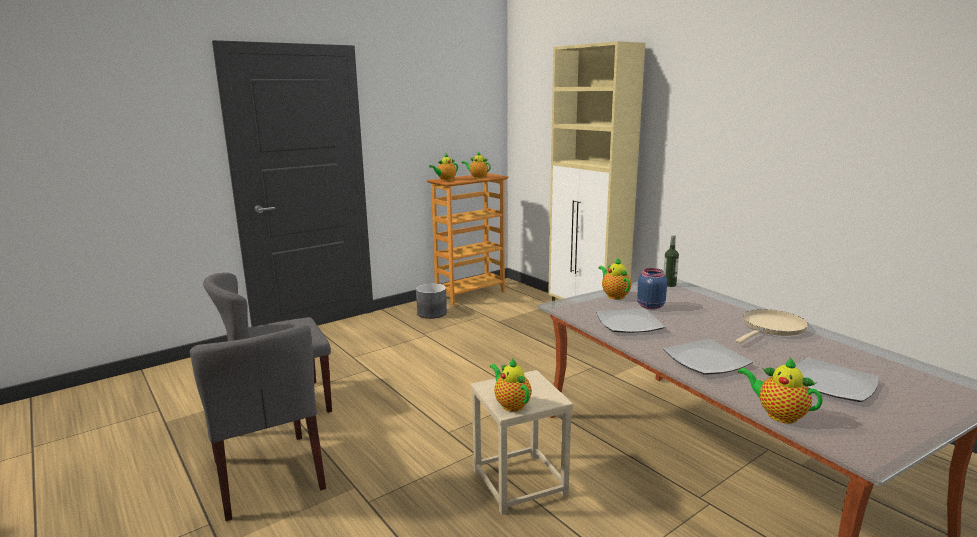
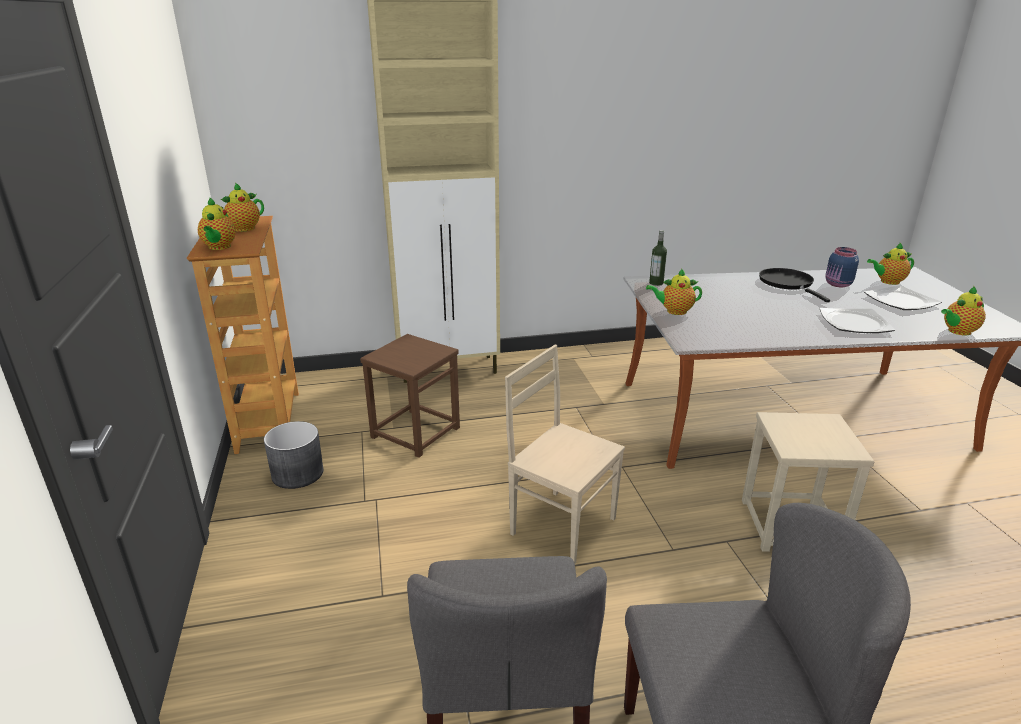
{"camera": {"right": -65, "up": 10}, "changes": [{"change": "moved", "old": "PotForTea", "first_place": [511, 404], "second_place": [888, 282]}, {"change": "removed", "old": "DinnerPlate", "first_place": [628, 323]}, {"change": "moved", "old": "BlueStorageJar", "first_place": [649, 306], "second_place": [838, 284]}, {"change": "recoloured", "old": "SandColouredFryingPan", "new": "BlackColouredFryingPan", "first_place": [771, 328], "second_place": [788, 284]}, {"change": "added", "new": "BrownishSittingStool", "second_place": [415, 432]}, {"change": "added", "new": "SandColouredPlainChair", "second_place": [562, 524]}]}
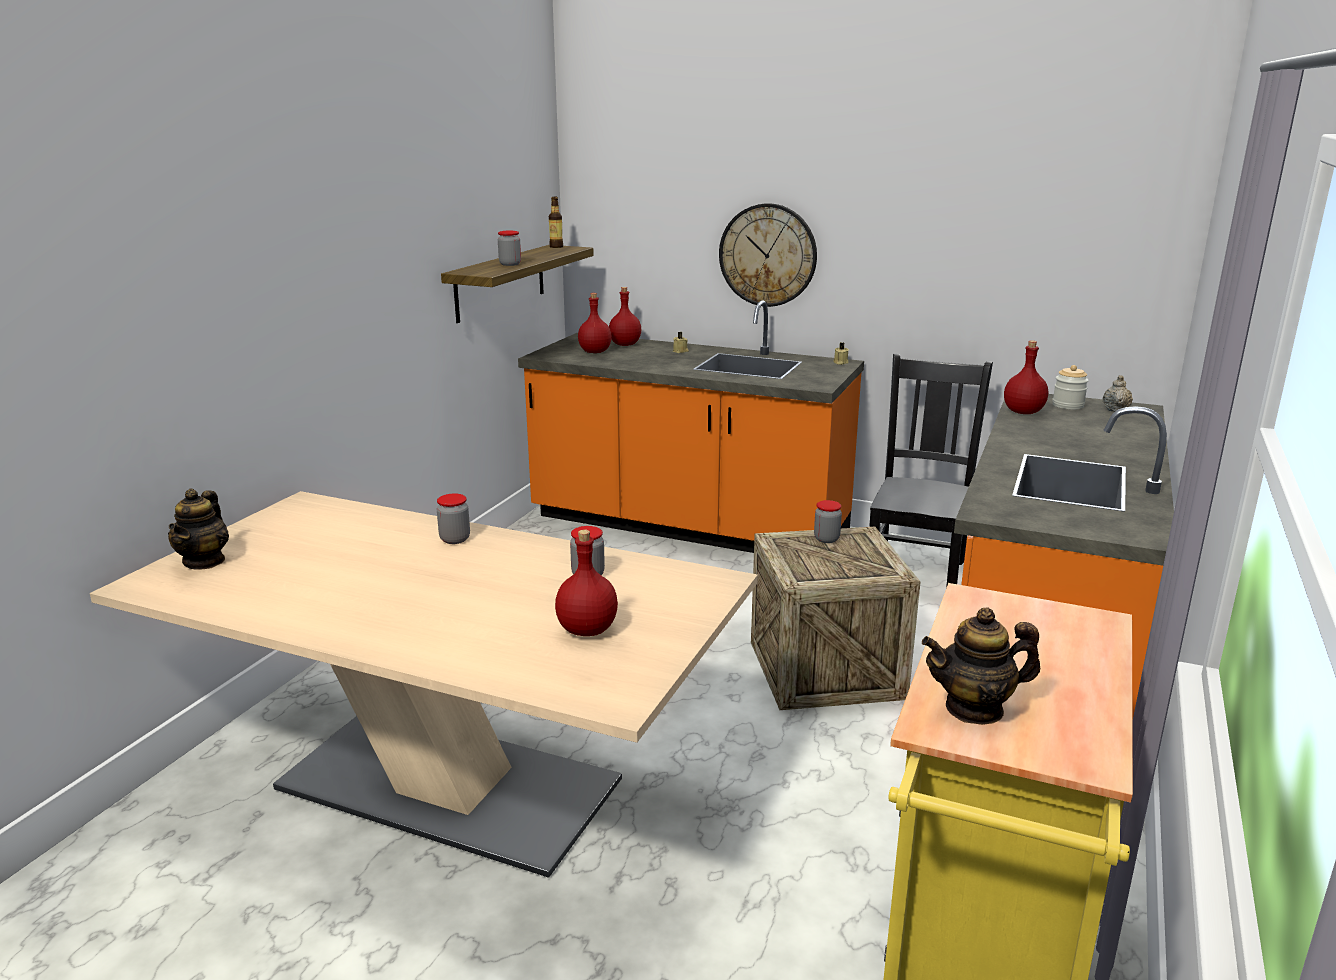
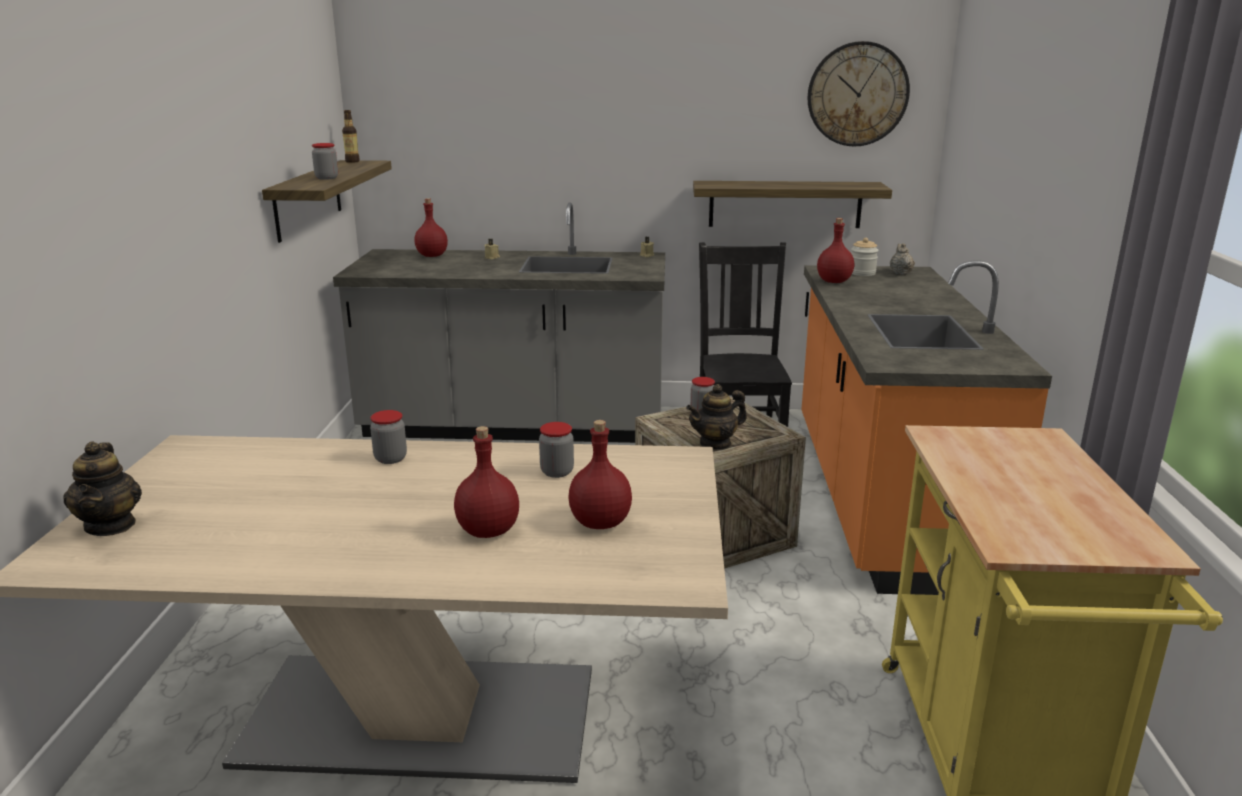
{"camera": {"right": -20, "up": 0}, "changes": [{"change": "recoloured", "old": "OrangeKitchenCounter", "new": "GrayKitchenCounter", "first_place": [689, 526], "second_place": [515, 426]}, {"change": "moved", "old": "RedBottle", "first_place": [595, 351], "second_place": [488, 530]}, {"change": "moved", "old": "WallClock", "first_place": [768, 255], "second_place": [857, 94]}, {"change": "moved", "old": "PotForTea", "first_place": [974, 708], "second_place": [715, 444]}, {"change": "added", "new": "WallShelf", "second_place": [785, 204]}]}
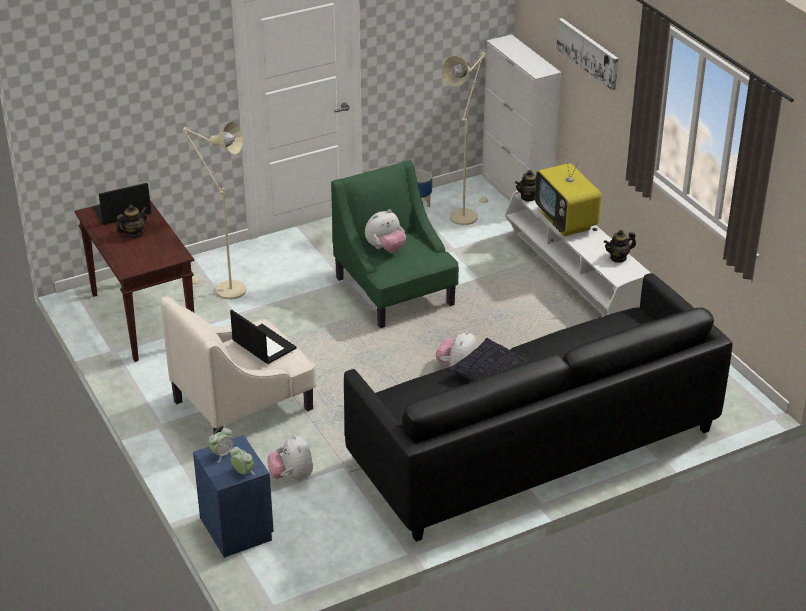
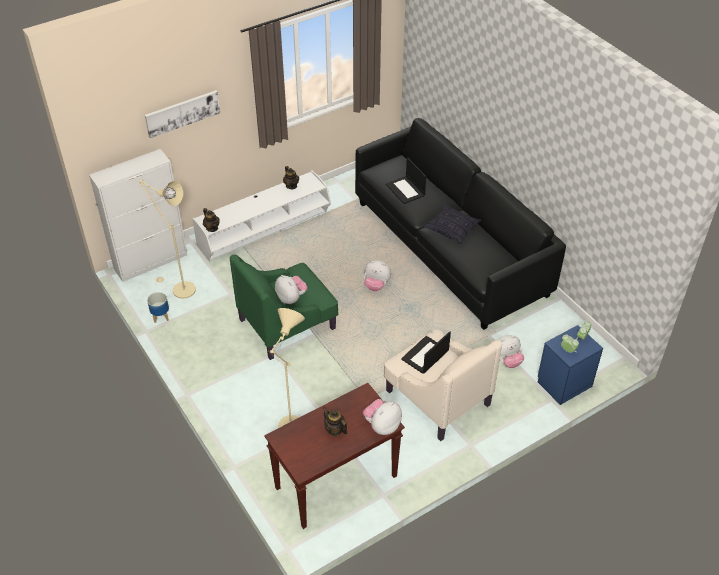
{"camera": {"right": -95, "up": 10}, "changes": [{"change": "moved", "old": "Laptop", "first_place": [121, 211], "second_place": [406, 190]}, {"change": "removed", "old": "TvSet", "first_place": [566, 222]}, {"change": "added", "new": "SoftToy", "second_place": [382, 426]}]}
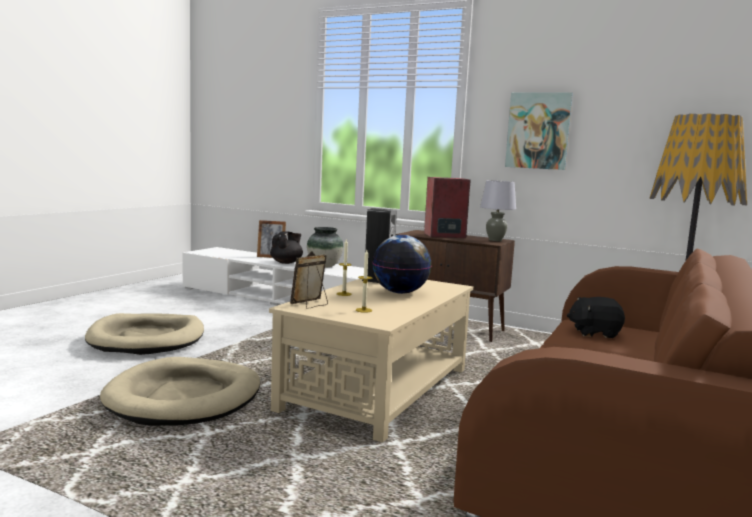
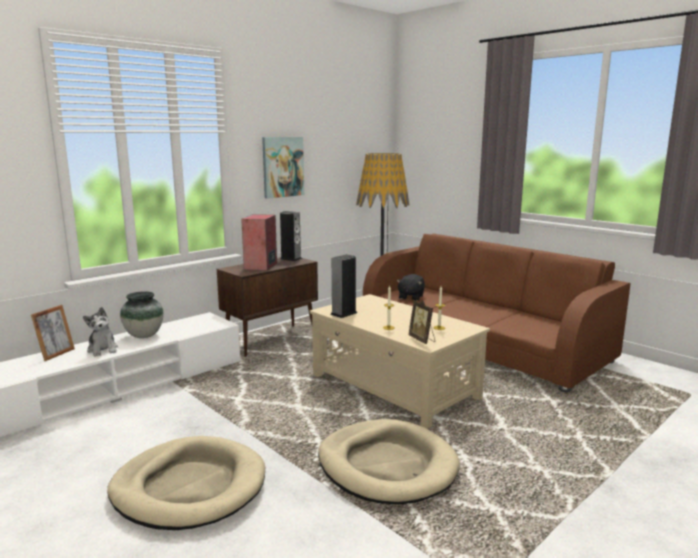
{"camera": {"right": -70, "up": 5}, "changes": [{"change": "replaced", "old": "BlackColouredPotForTea", "new": "SoftToy", "first_place": [286, 262], "second_place": [103, 349]}, {"change": "removed", "old": "DeskGlobe", "first_place": [400, 292]}, {"change": "replaced", "old": "GrayLampForATable", "new": "Loudspeaker", "first_place": [495, 240], "second_place": [291, 259]}]}
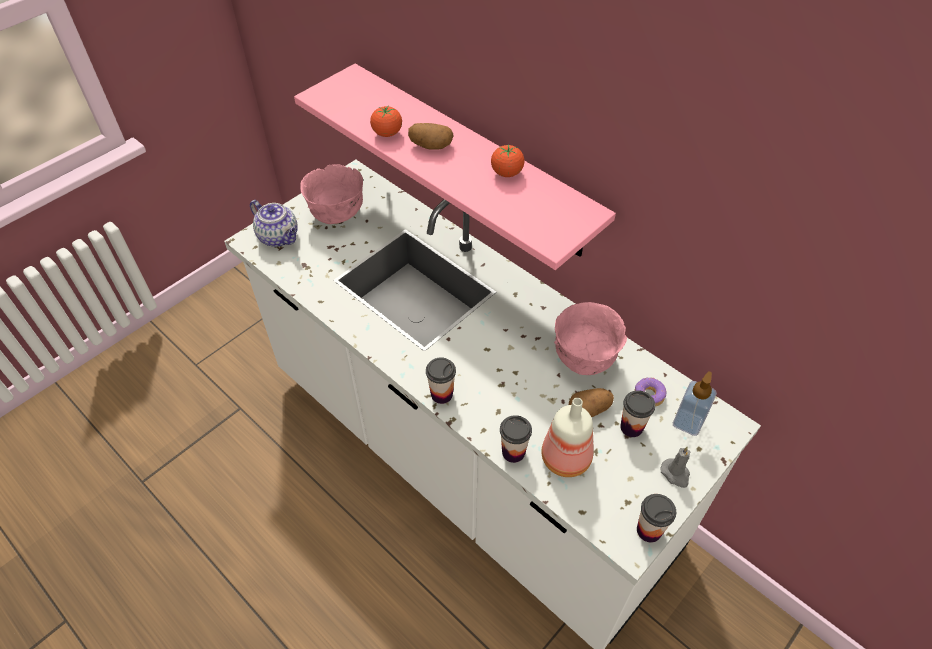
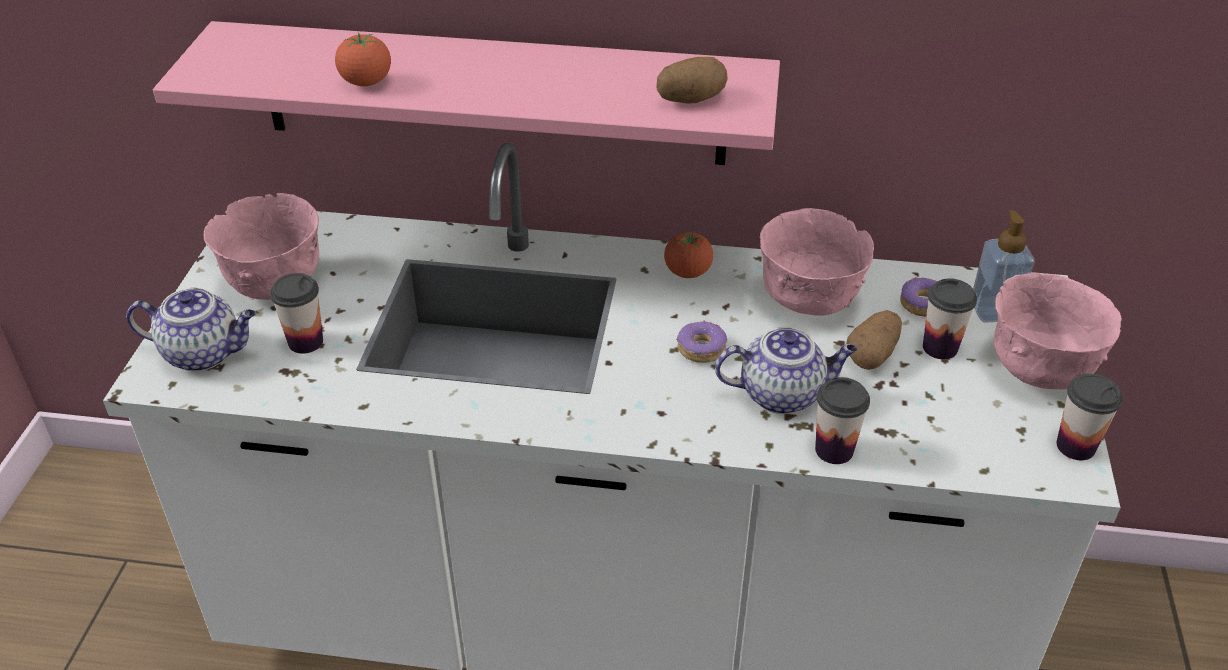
{"camera": {"right": -35, "up": -10}, "changes": [{"change": "moved", "old": "WholePotato", "first_place": [430, 146], "second_place": [691, 99]}, {"change": "moved", "old": "Cup", "first_place": [441, 394], "second_place": [305, 342]}, {"change": "moved", "old": "Tomato", "first_place": [507, 173], "second_place": [687, 272]}, {"change": "removed", "old": "Bottle", "first_place": [566, 457]}, {"change": "replaced", "old": "GrayWaxCandle", "new": "PinkColouredDeepDish", "first_place": [676, 474], "second_place": [1039, 371]}, {"change": "added", "new": "RingDoughnut", "second_place": [701, 349]}, {"change": "added", "new": "PotForTea", "second_place": [782, 394]}]}
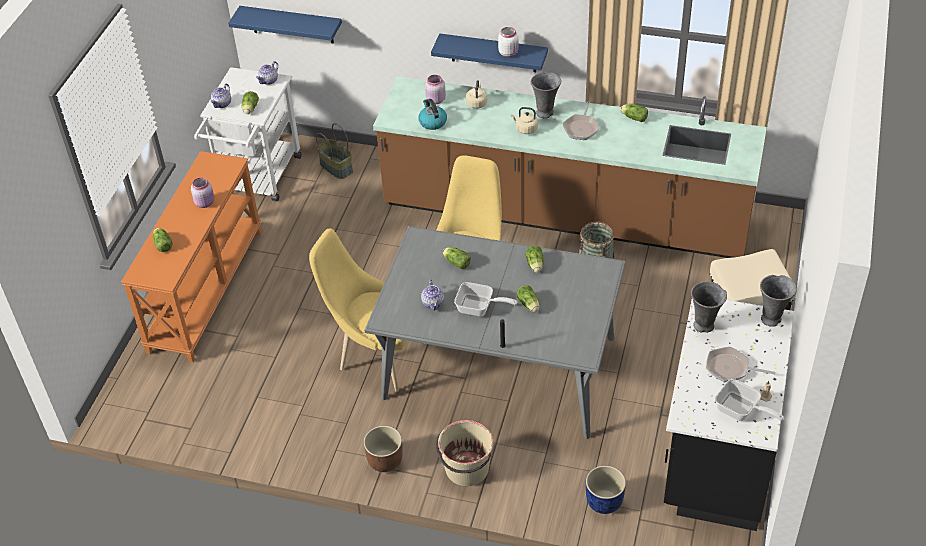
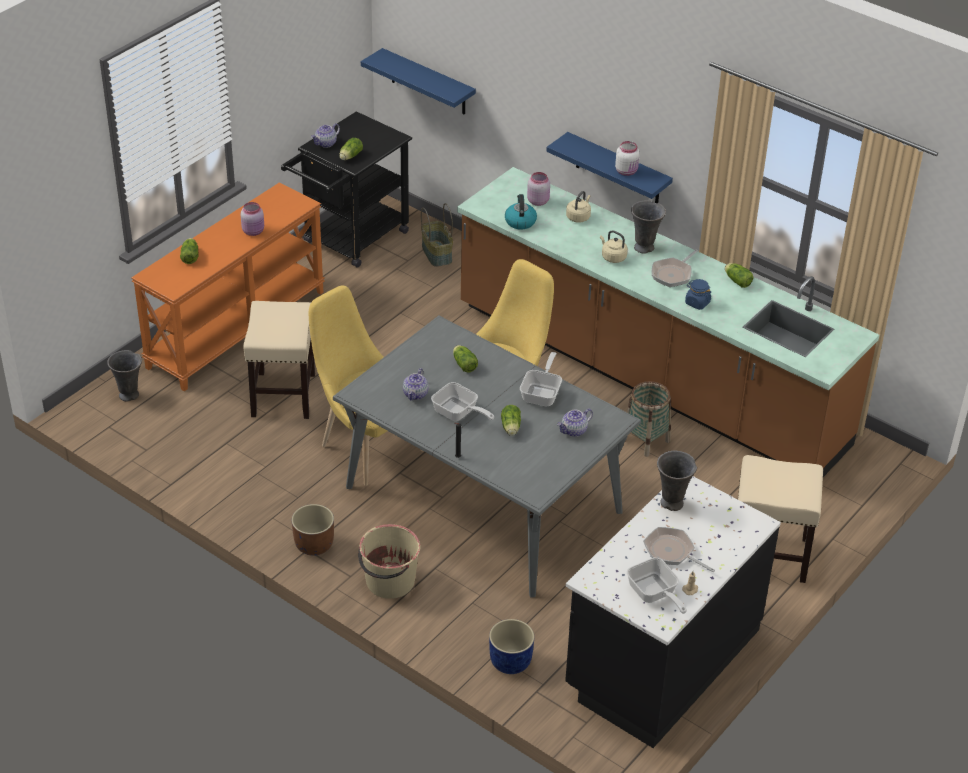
{"camera": {"right": 20, "up": -5}, "changes": [{"change": "recoloured", "old": "WhitishTrolley", "new": "BlackColouredTrolley", "first_place": [258, 179], "second_place": [350, 241]}, {"change": "moved", "old": "PotForTea", "first_place": [269, 81], "second_place": [574, 431]}, {"change": "replaced", "old": "Lettuce", "new": "FryingPan", "first_place": [535, 265], "second_place": [542, 393]}, {"change": "moved", "old": "GrayVase", "first_place": [772, 319], "second_place": [129, 395]}, {"change": "added", "new": "SandColouredSittingStool", "second_place": [283, 394]}, {"change": "added", "new": "BlueStorageJar", "second_place": [697, 303]}]}
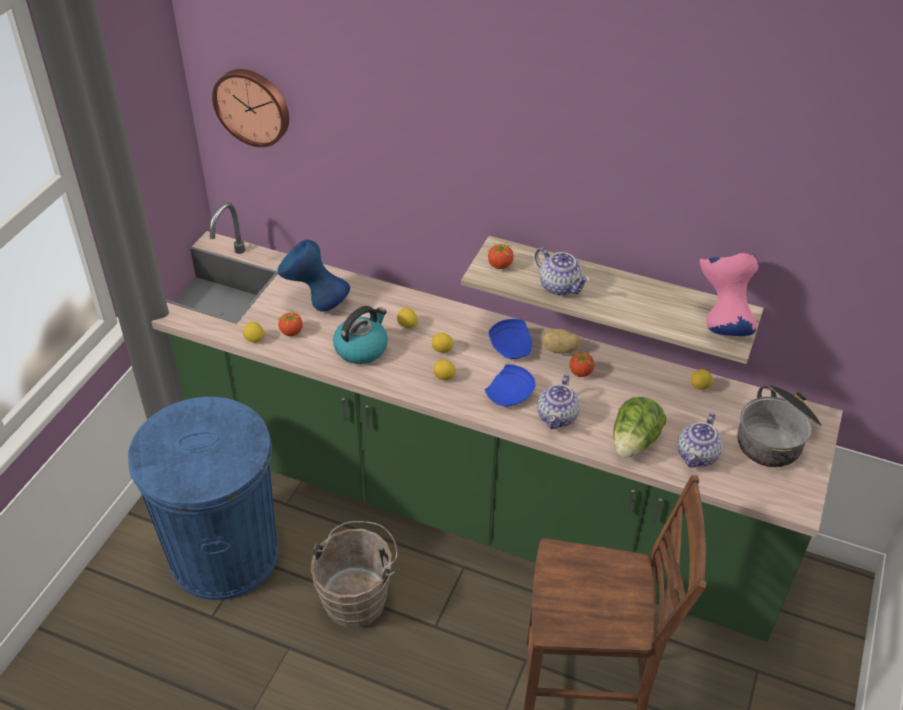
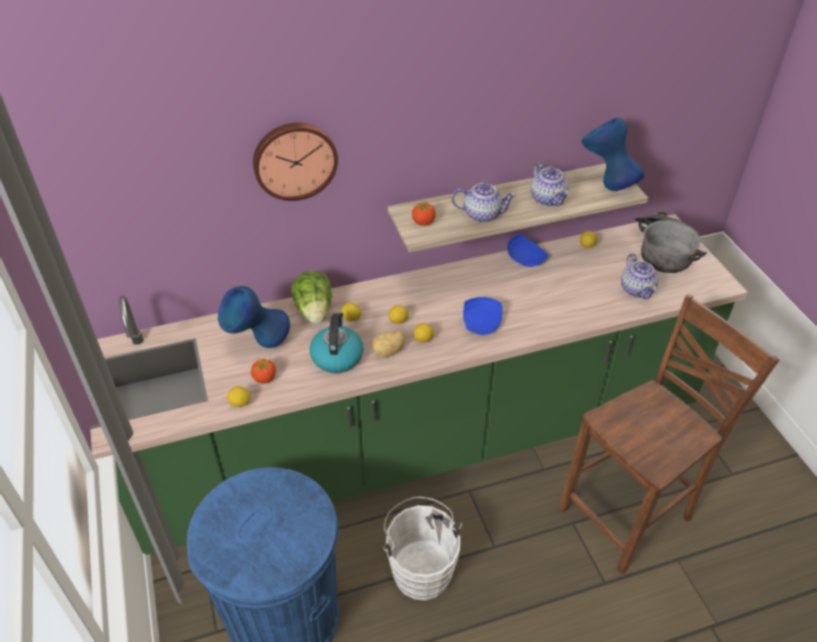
{"camera": {"right": -40, "up": 0}, "changes": [{"change": "moved", "old": "WallClock", "first_place": [253, 106], "second_place": [294, 160]}, {"change": "recoloured", "old": "BrownishWaterBucket", "new": "WhitishWaterBucket", "first_place": [358, 597], "second_place": [421, 568]}, {"change": "moved", "old": "BlueDinnerPlate", "first_place": [512, 347], "second_place": [525, 258]}, {"change": "moved", "old": "PotForTea", "first_place": [557, 417], "second_place": [548, 199]}, {"change": "moved", "old": "WholePotato", "first_place": [560, 350], "second_place": [389, 352]}, {"change": "removed", "old": "Tomato", "first_place": [580, 372]}, {"change": "moved", "old": "Lettuce", "first_place": [634, 443], "second_place": [315, 311]}, {"change": "recoloured", "old": "PinkColouredVase", "new": "BlueVase", "first_place": [721, 323], "second_place": [606, 184]}]}
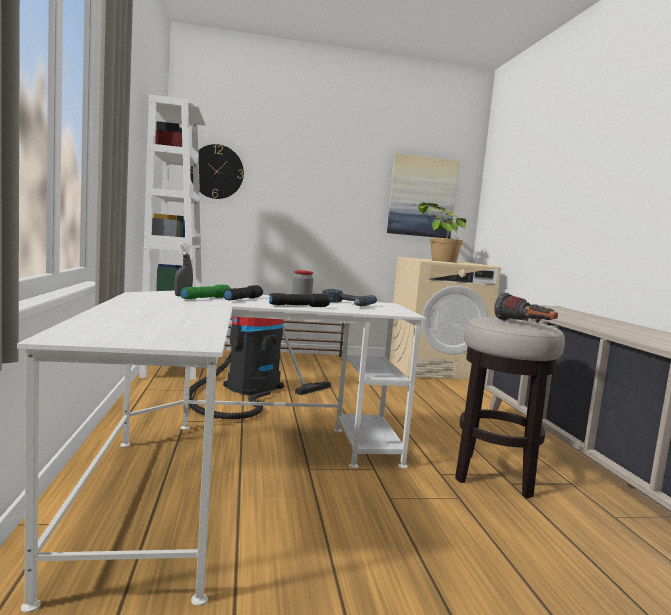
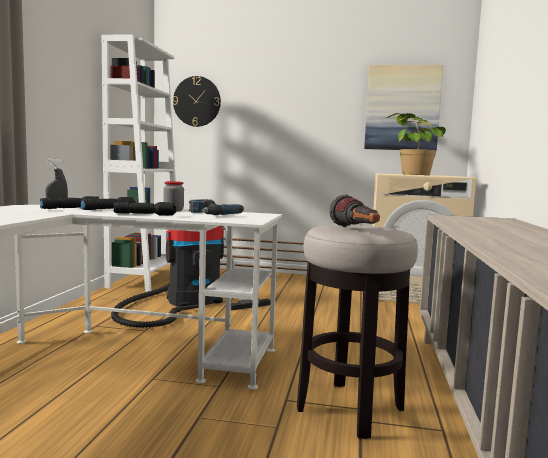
{"camera": {"right": 20, "up": 0}, "changes": [{"change": "recoloured", "old": "GreenishHandTorch", "new": "BlackColouredHandTorch", "first_place": [206, 298], "second_place": [71, 209]}]}
